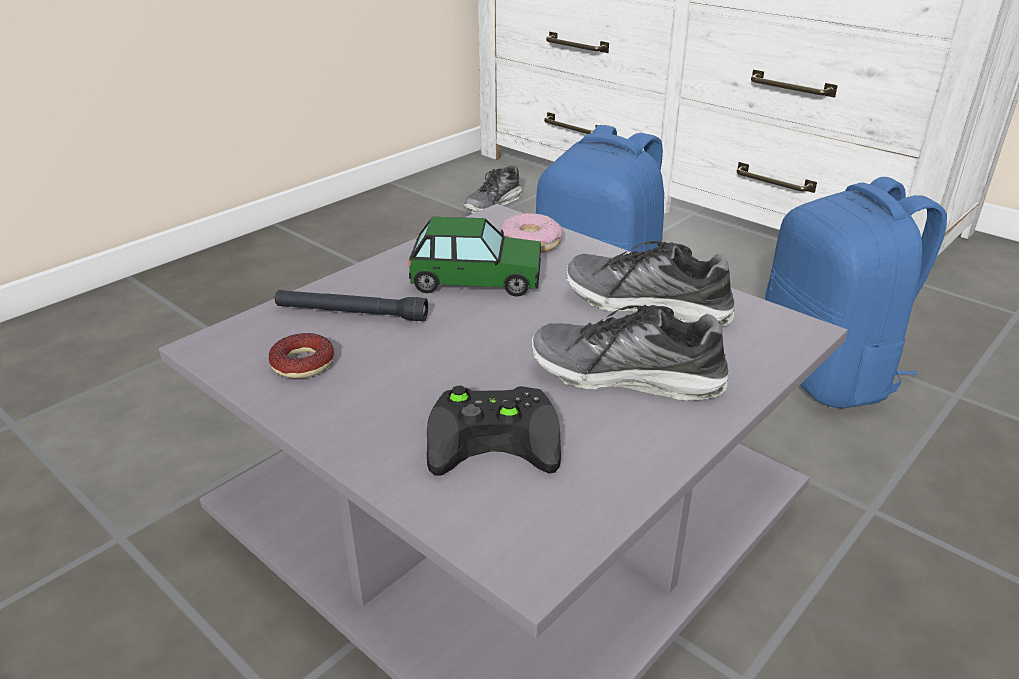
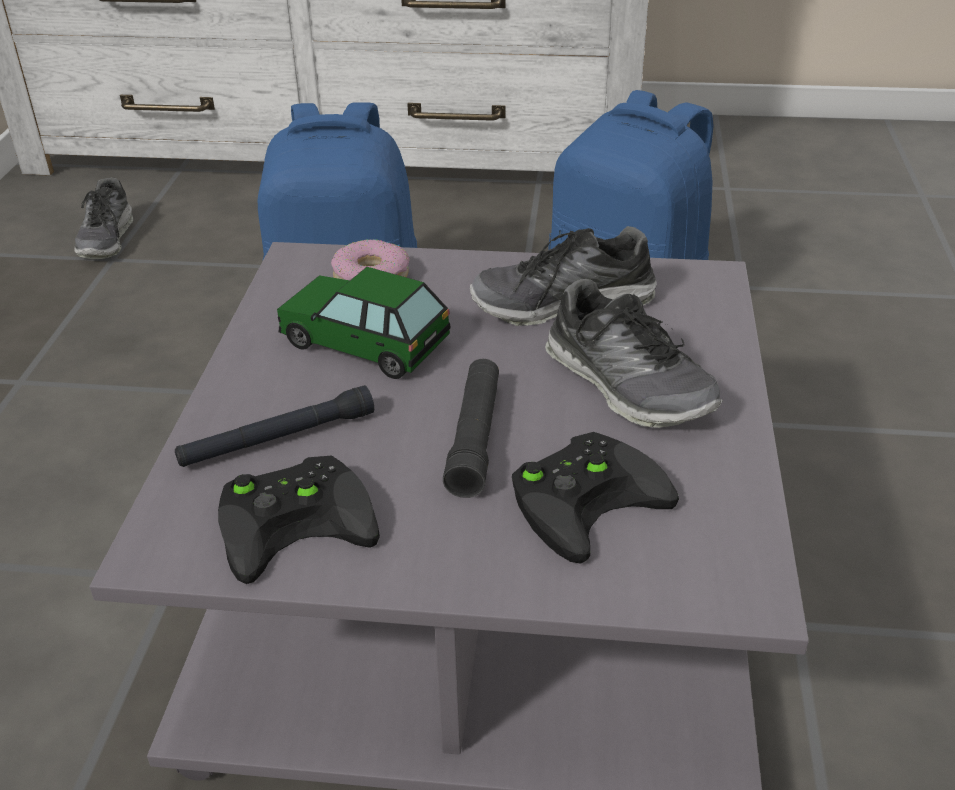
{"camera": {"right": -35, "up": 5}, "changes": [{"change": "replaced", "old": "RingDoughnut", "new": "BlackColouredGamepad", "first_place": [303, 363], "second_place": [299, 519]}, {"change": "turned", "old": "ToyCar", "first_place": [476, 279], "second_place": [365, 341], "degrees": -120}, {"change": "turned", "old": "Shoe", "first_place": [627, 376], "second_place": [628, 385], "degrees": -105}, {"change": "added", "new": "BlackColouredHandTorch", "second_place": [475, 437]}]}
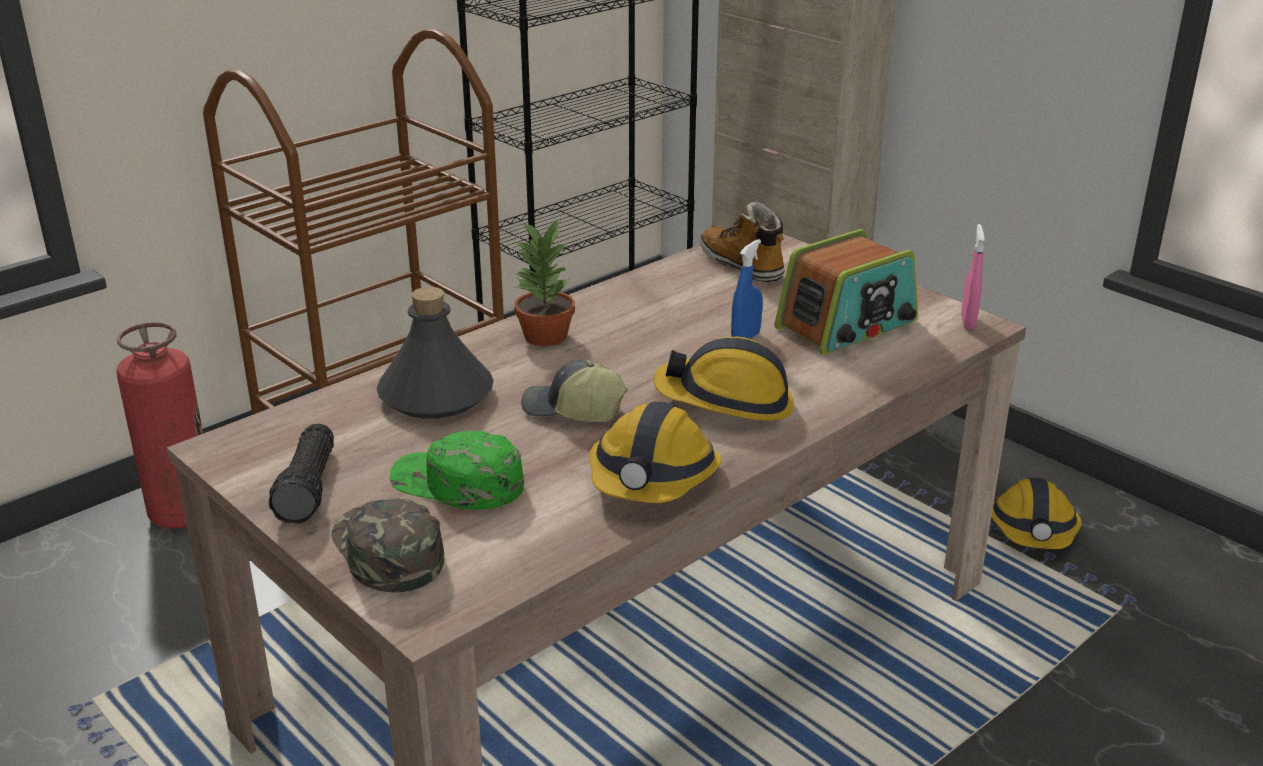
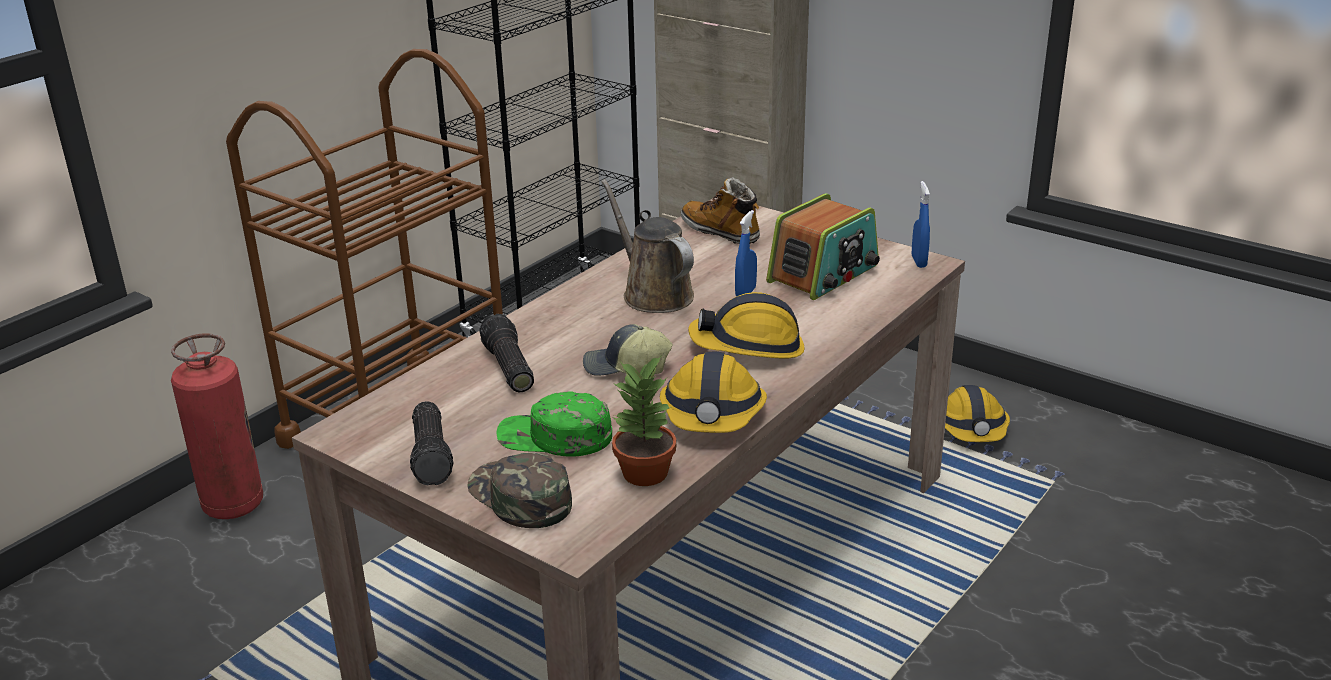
{"camera": {"right": -10, "up": 0}, "changes": [{"change": "replaced", "old": "GrayBottle", "new": "HandTorch", "first_place": [437, 395], "second_place": [507, 367]}, {"change": "moved", "old": "PlantInAPot", "first_place": [546, 337], "second_place": [646, 473]}, {"change": "recoloured", "old": "PinkColouredSprayBottle", "new": "BlueSprayBottle", "first_place": [968, 322], "second_place": [919, 261]}, {"change": "added", "new": "BrownishSprinklingCan", "second_place": [653, 293]}]}
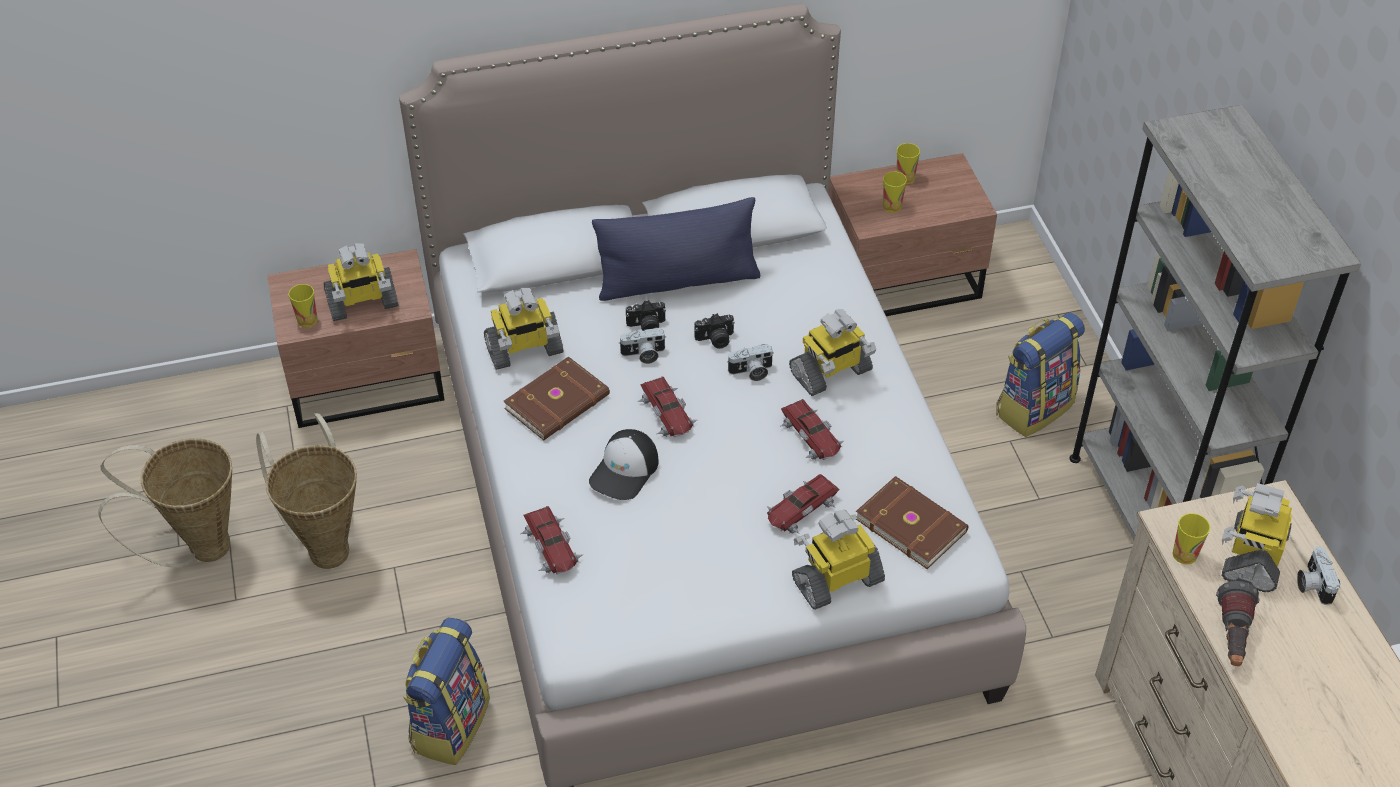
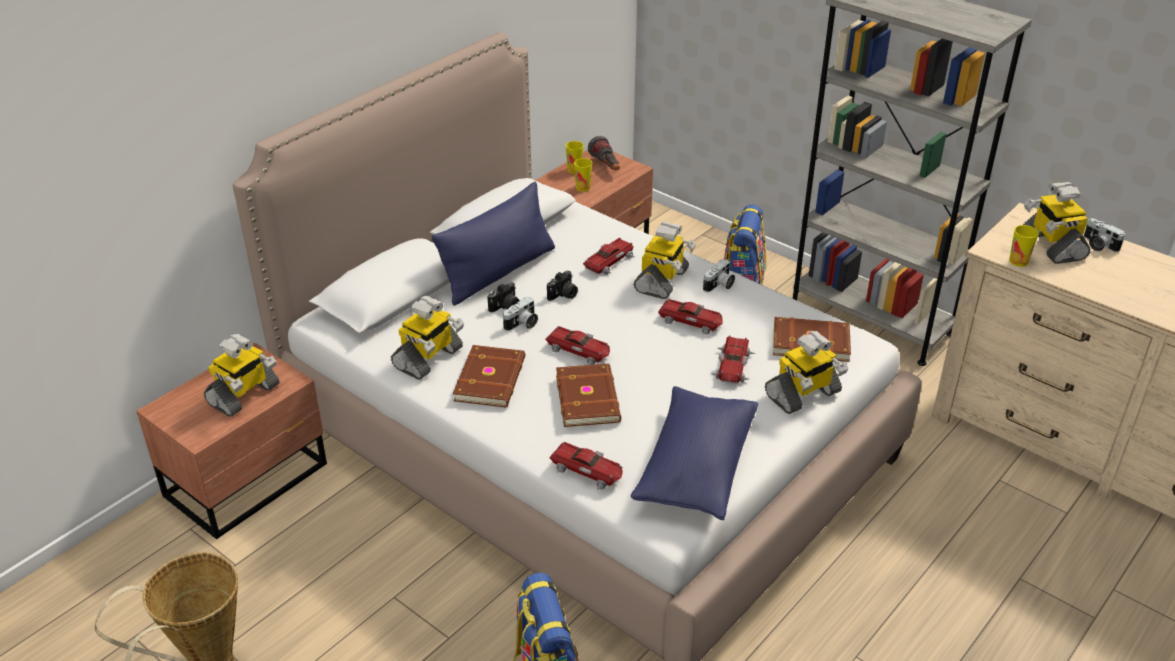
{"camera": {"right": -35, "up": -10}, "changes": [{"change": "removed", "old": "Basket", "first_place": [327, 546]}, {"change": "removed", "old": "Cup", "first_place": [307, 320]}, {"change": "replaced", "old": "PeakedCap", "new": "BrownishVolume", "first_place": [625, 471], "second_place": [589, 398]}, {"change": "moved", "old": "StillCamera", "first_place": [751, 372], "second_place": [719, 285]}, {"change": "turned", "old": "ToyRobot", "first_place": [837, 580], "second_place": [803, 395], "degrees": -150}, {"change": "moved", "old": "HandTorch", "first_place": [1232, 638], "second_place": [606, 166]}, {"change": "added", "new": "ToyCar", "second_place": [609, 261]}, {"change": "added", "new": "BluePillow", "second_place": [695, 467]}]}
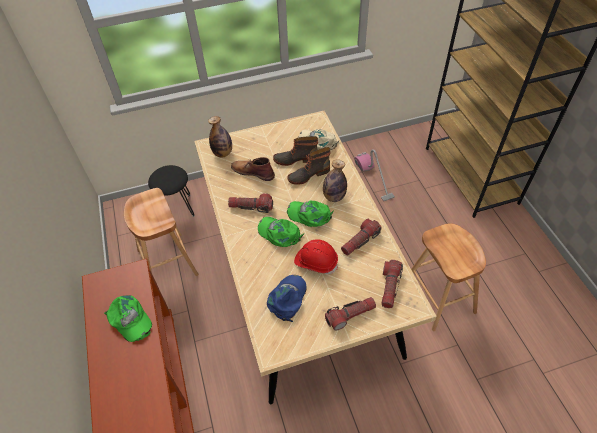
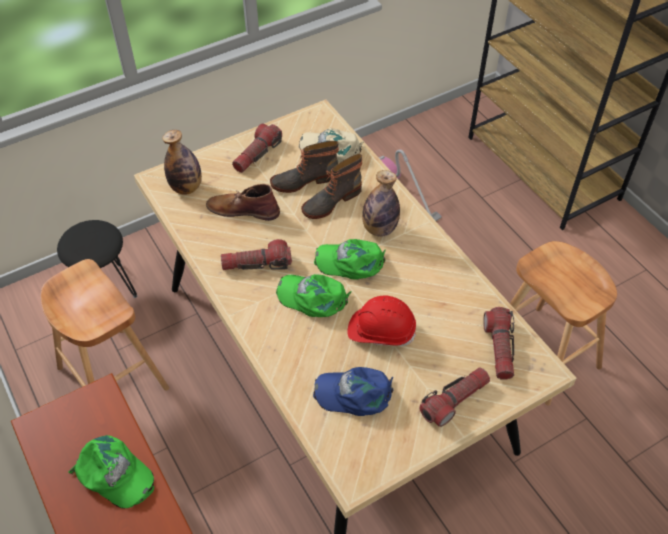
{"camera": {"right": -15, "up": 0}, "changes": [{"change": "turned", "old": "BluePeakedCap", "first_place": [287, 298], "second_place": [354, 393], "degrees": -90}, {"change": "moved", "old": "HandTorch", "first_place": [360, 241], "second_place": [257, 154]}]}
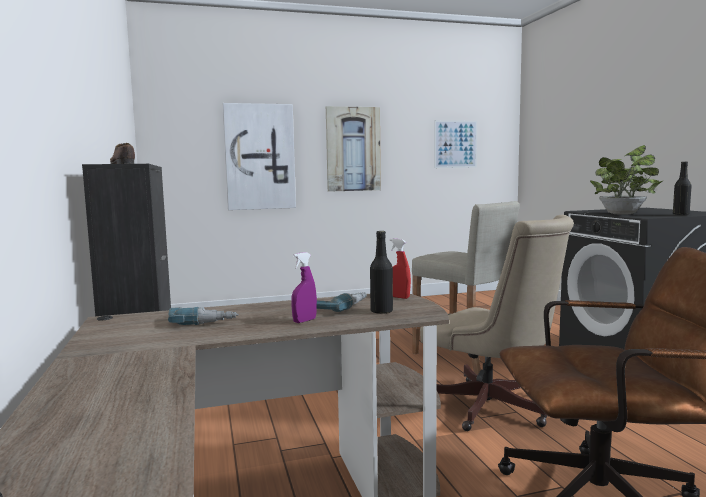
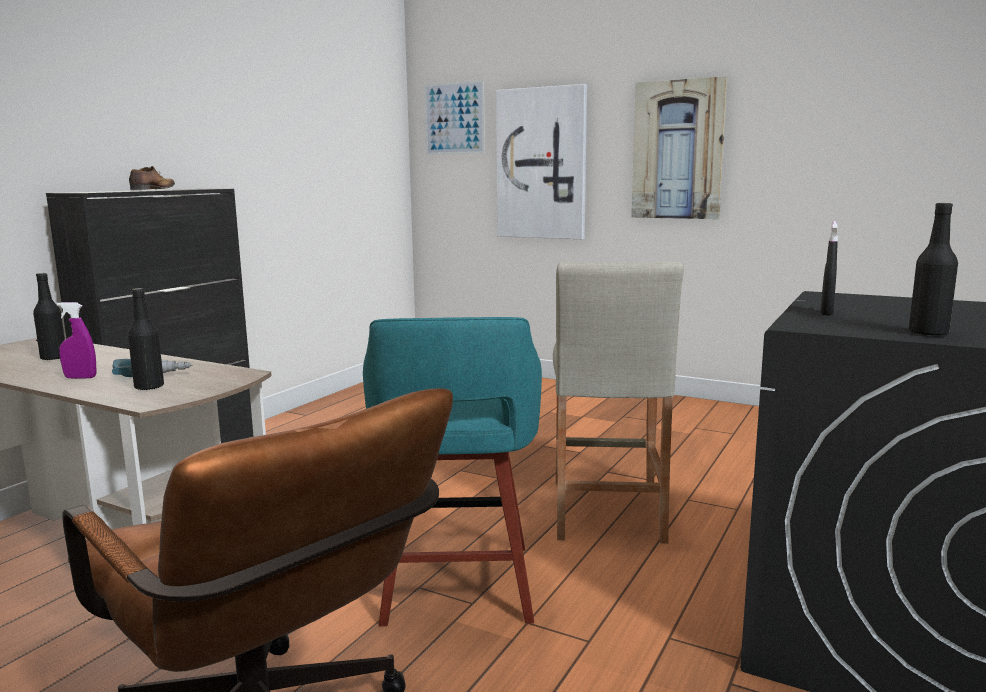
{"camera": {"right": 45, "up": 5}, "changes": [{"change": "replaced", "old": "ElectricDrill", "new": "BlackColouredBottle", "first_place": [203, 321], "second_place": [53, 358]}, {"change": "removed", "old": "RedSprayBottle", "first_place": [398, 297]}, {"change": "replaced", "old": "SandColouredOfficeChair", "new": "TurquoiseSittingStool", "first_place": [494, 409], "second_place": [457, 587]}, {"change": "moved", "old": "WallPicture", "first_place": [455, 144], "second_place": [454, 118]}, {"change": "replaced", "old": "PlantInAPot", "new": "BlackColouredSprayBottle", "first_place": [623, 214], "second_place": [826, 313]}]}
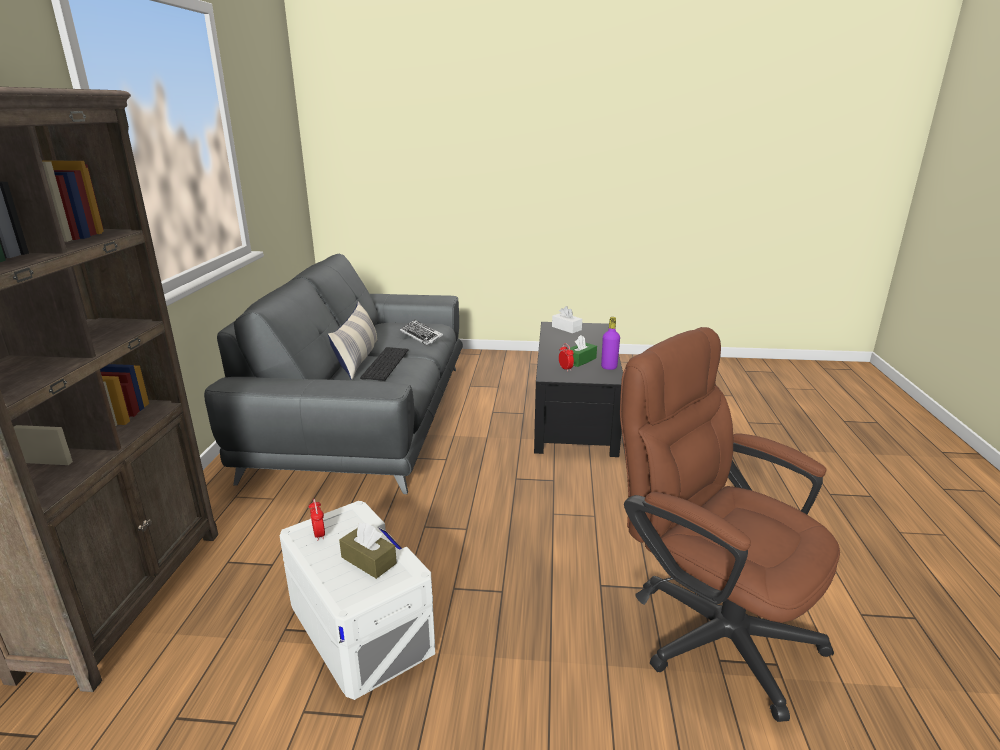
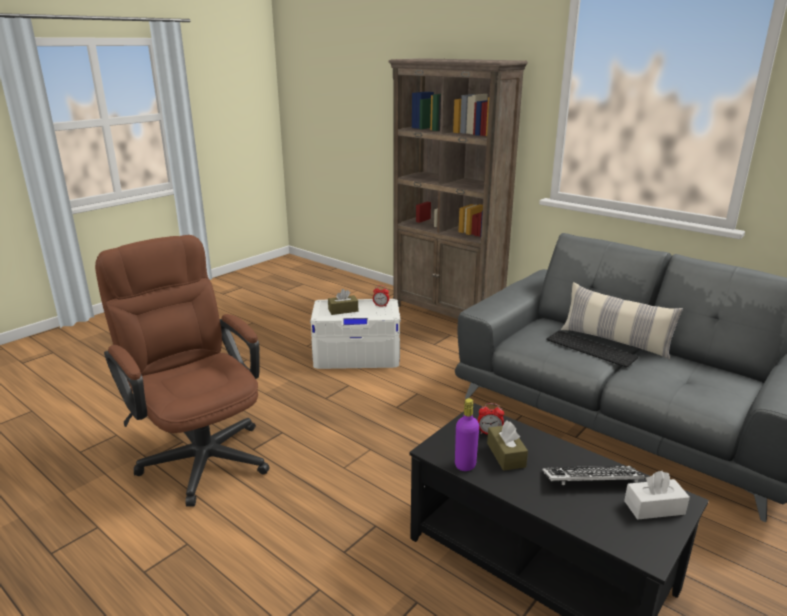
{"camera": {"right": 125, "up": 0}, "changes": [{"change": "moved", "old": "PcKeyboard", "first_place": [421, 336], "second_place": [591, 480]}, {"change": "recoloured", "old": "GreenishTissueHolder", "new": "BrownishTissueHolder", "first_place": [580, 360], "second_place": [506, 455]}, {"change": "turned", "old": "BrownishOfficeChair", "first_place": [708, 626], "second_place": [200, 452], "degrees": -120}]}
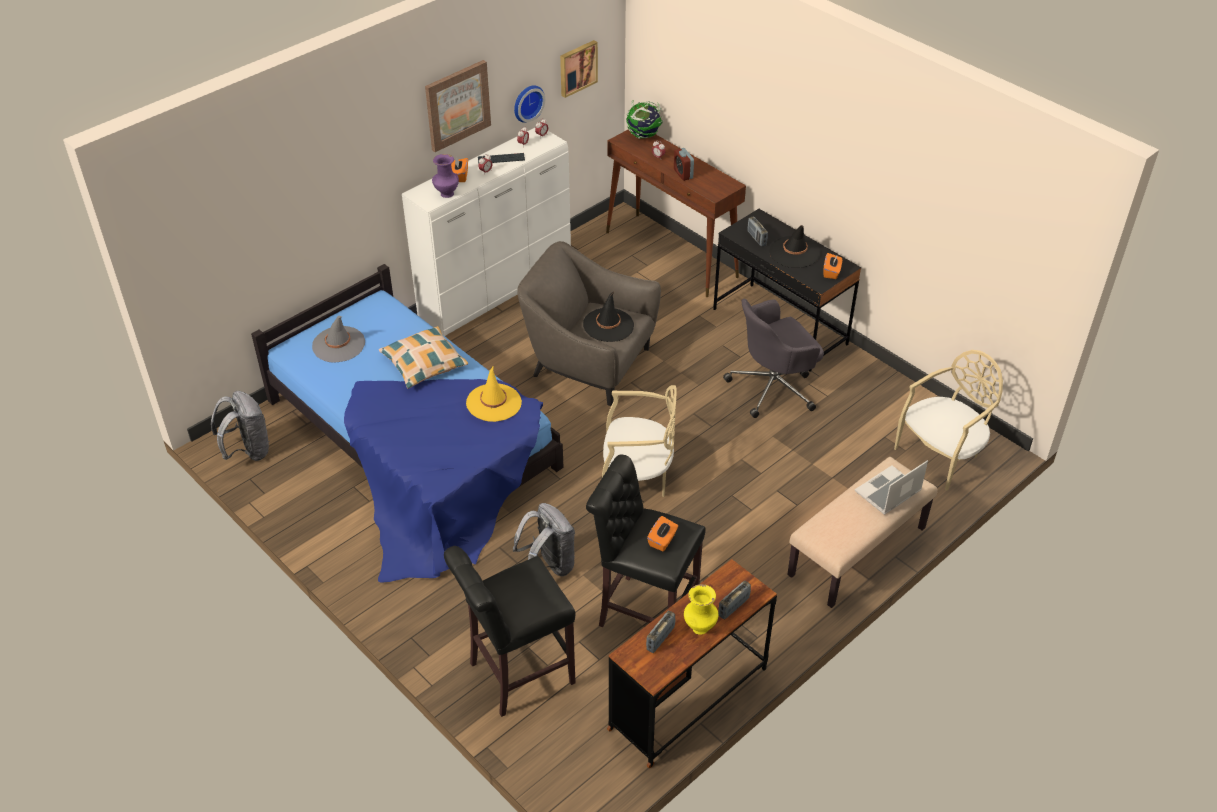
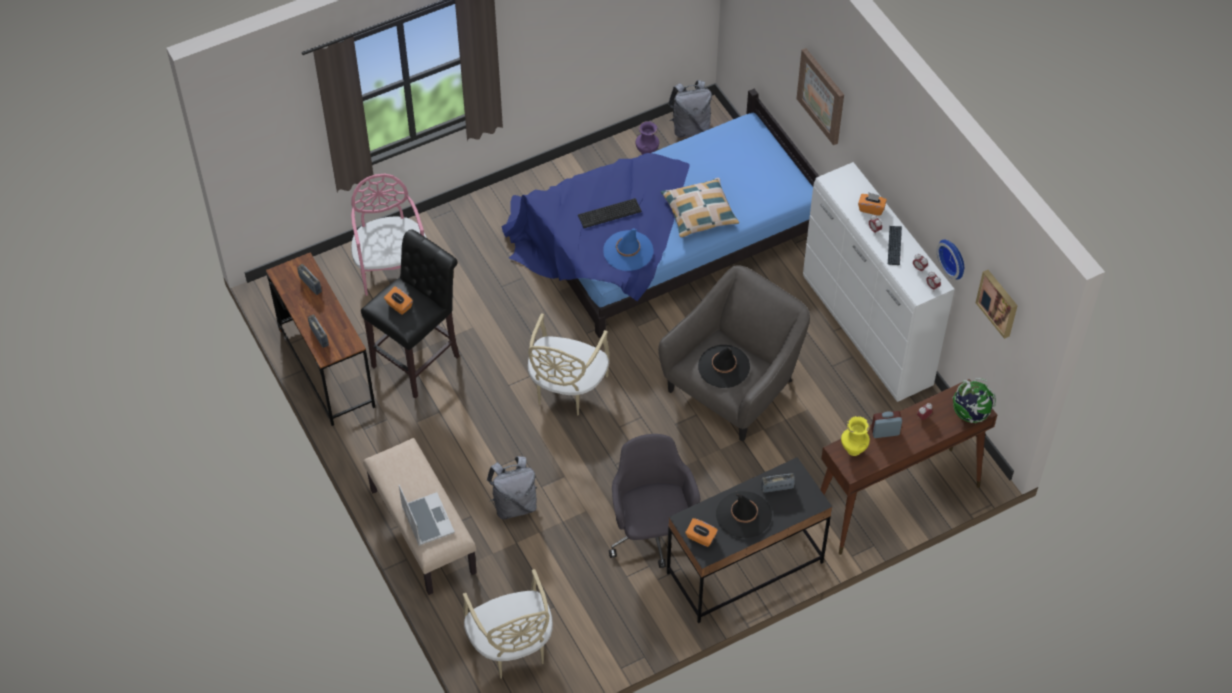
{"camera": {"right": 105, "up": 10}, "changes": [{"change": "removed", "old": "GrayClothingHat", "first_place": [338, 345]}, {"change": "moved", "old": "WallPicture", "first_place": [457, 105], "second_place": [822, 95]}, {"change": "moved", "old": "PurpleVase", "first_place": [446, 194], "second_place": [647, 152]}, {"change": "replaced", "old": "BlackColouredSittingStool", "new": "PinkColouredPlainChair", "first_place": [516, 675], "second_place": [392, 267]}, {"change": "recoloured", "old": "YellowColouredClothingHat", "new": "BlueClothingHat", "first_place": [494, 403], "second_place": [628, 251]}, {"change": "moved", "old": "GrayBackpack", "first_place": [548, 565], "second_place": [514, 504]}, {"change": "moved", "old": "YellowColouredVase", "first_place": [699, 628], "second_place": [853, 449]}, {"change": "added", "new": "PcKeyboard", "second_place": [610, 214]}]}
